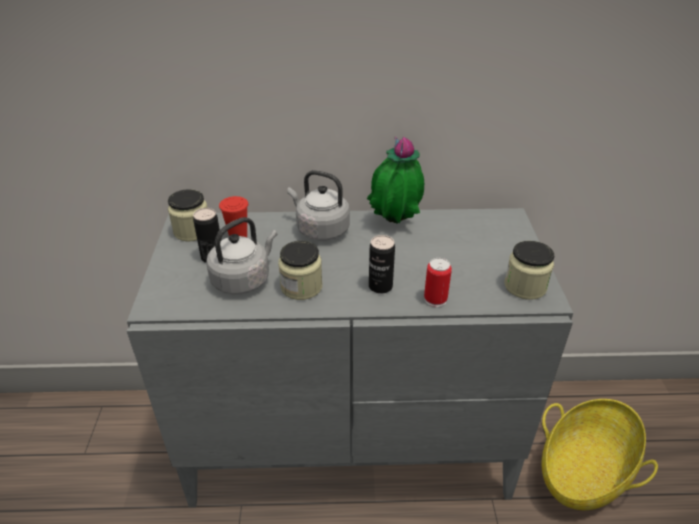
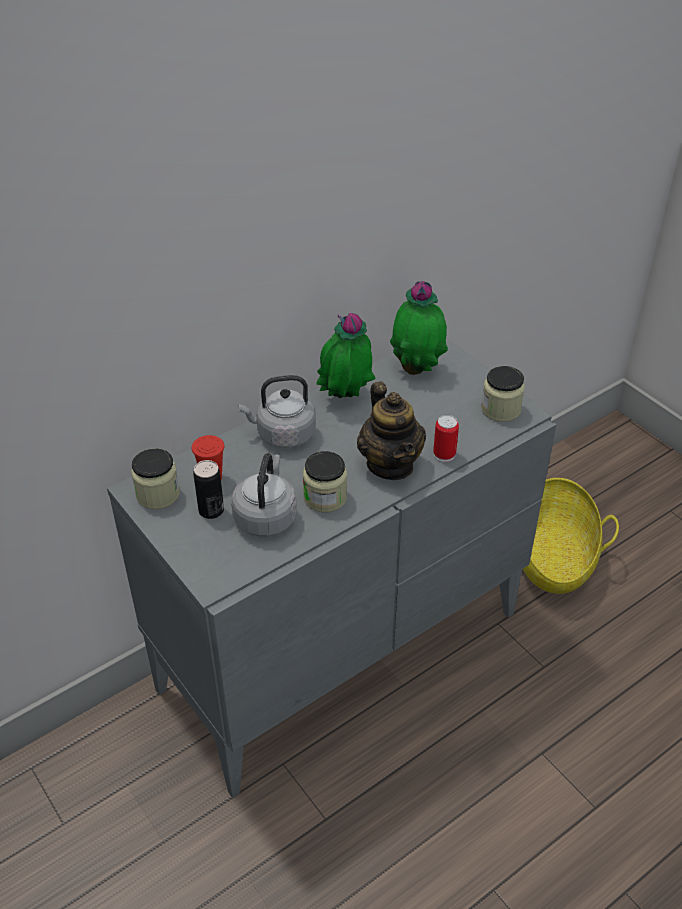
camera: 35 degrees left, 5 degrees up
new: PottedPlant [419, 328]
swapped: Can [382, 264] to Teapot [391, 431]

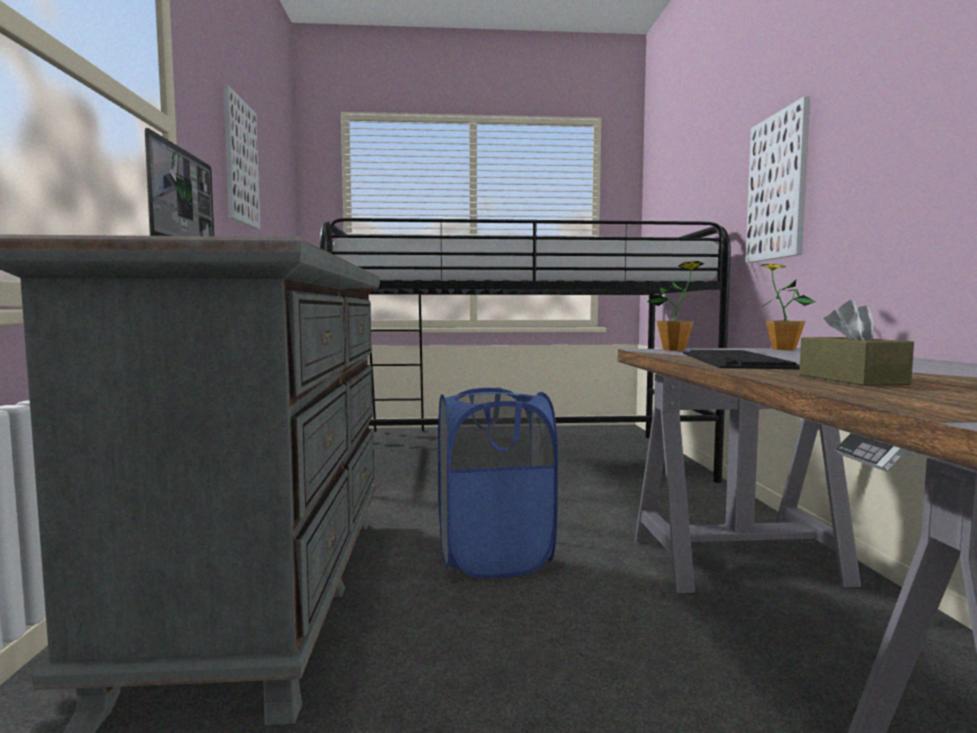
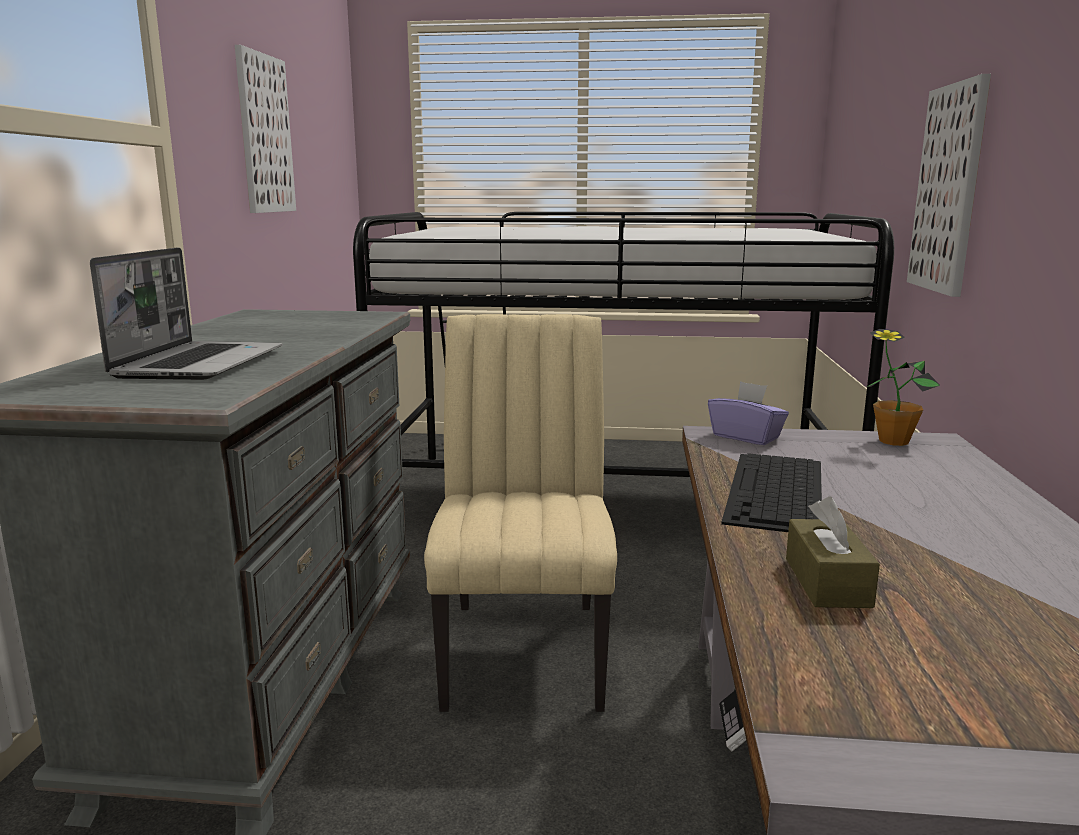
camera: 10 degrees right, 10 degrees up
swapped: BlueLaundryBasket [498, 483] to BeigeChair [520, 513]; PottedPlant [675, 306] to PurpleTissueBox [748, 413]

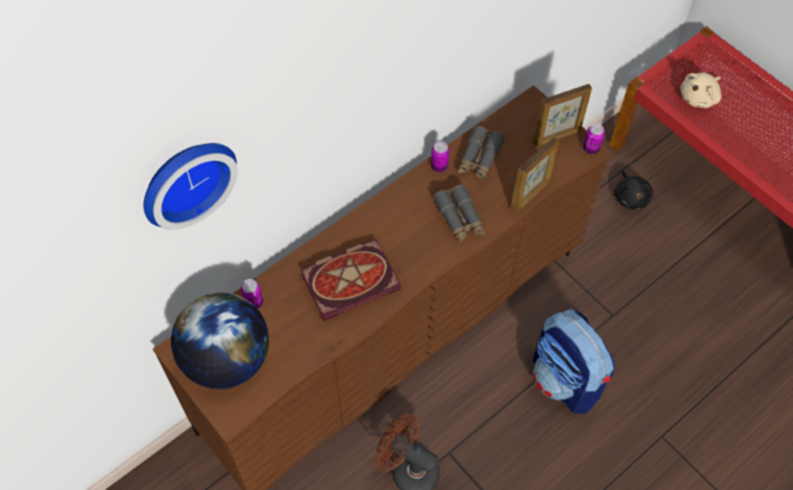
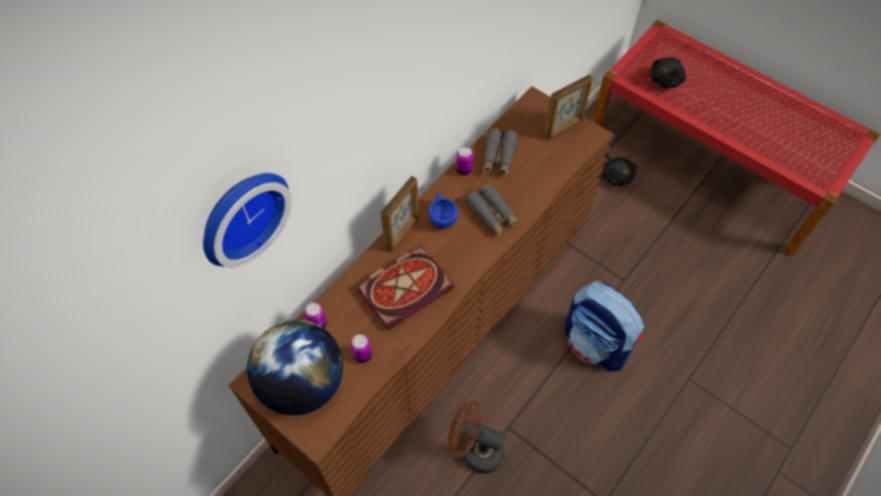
camera: 10 degrees left, 0 degrees up
new: BlueCup [443, 210]
shifted: PictureFrame [534, 175] to [400, 214]; Can [594, 138] to [361, 348]
repainted: BeigePlushToy [700, 90] to BlackPlushToy [668, 72]

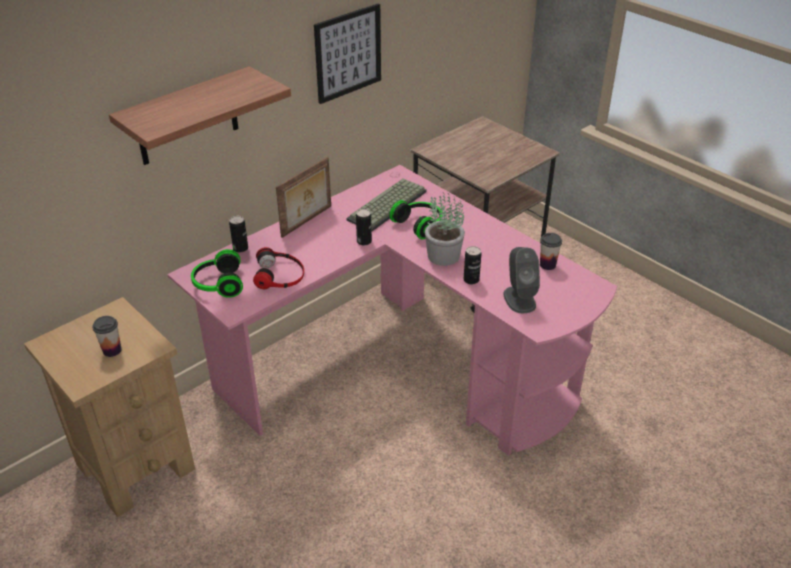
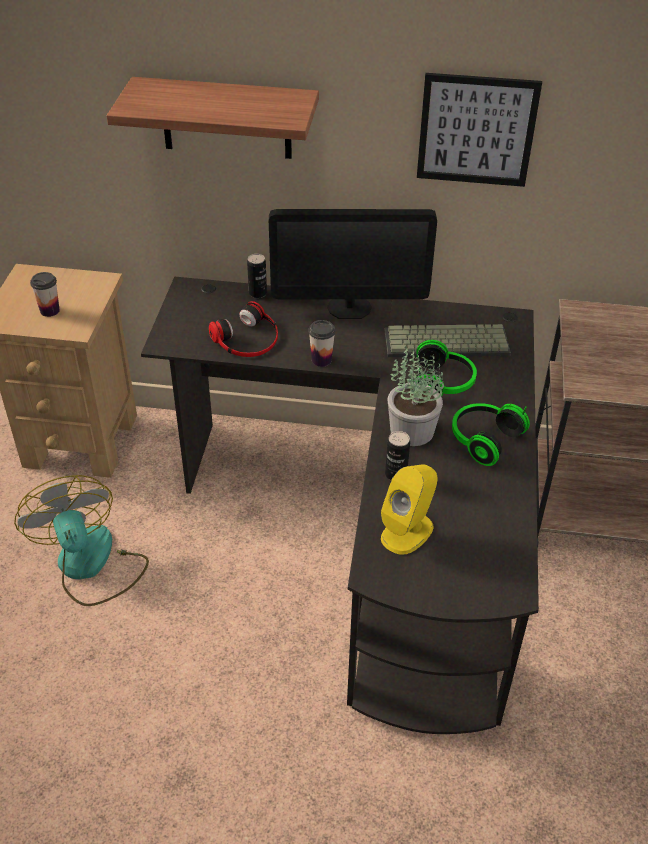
camera: 50 degrees right, 5 degrees up
gone: Can [364, 227]
new: Fan [81, 540]
shifted: Headphones [217, 272] to [491, 434]; Cup [551, 251] to [322, 343]
swapped: PictureFrame [303, 197] to Monitor [353, 264]
repainted: PinkDesk [392, 310] to BlackDesk [340, 505]; GreySpeaker [521, 280] to YellowSpeaker [409, 509]

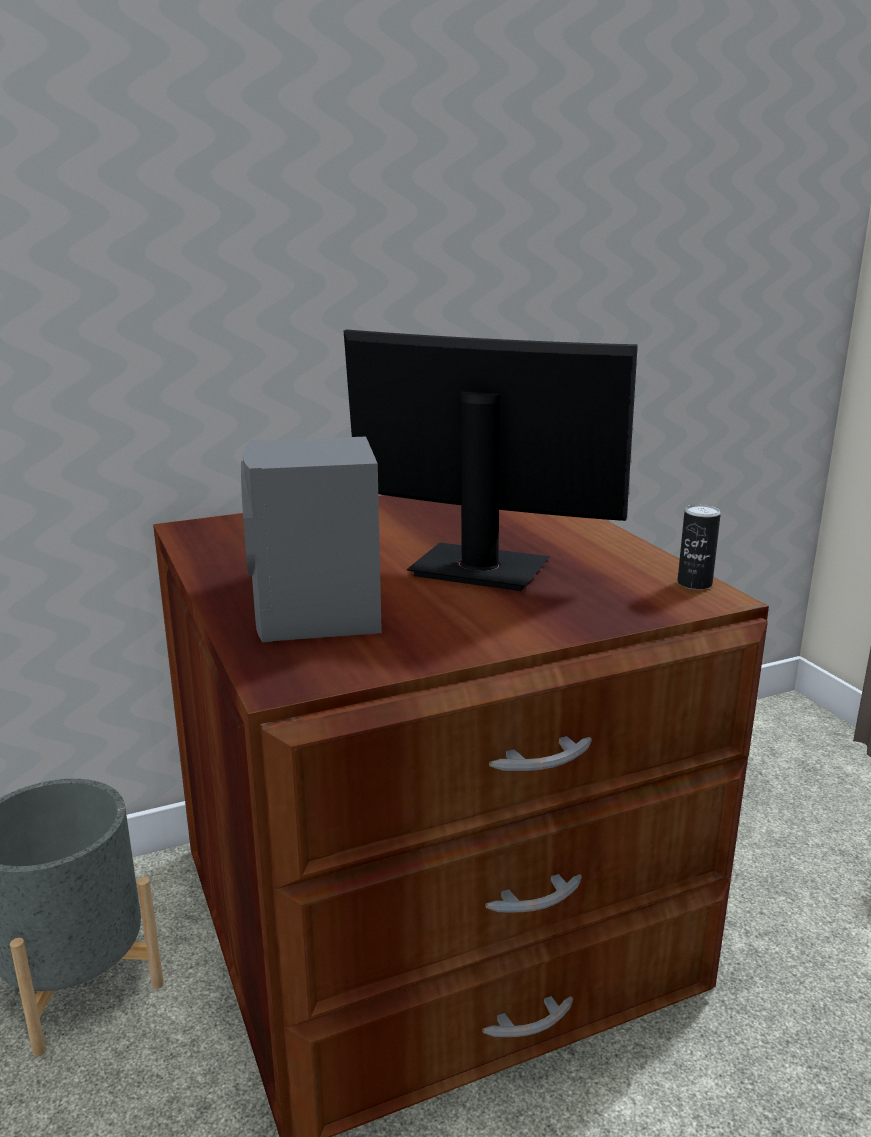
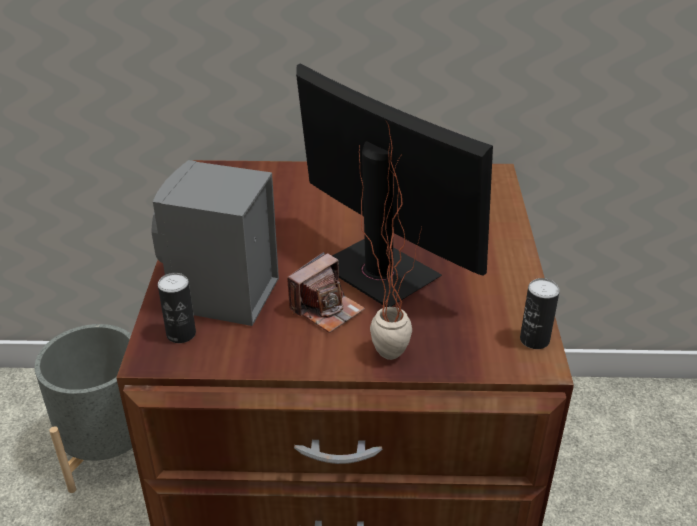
camera: 25 degrees right, 15 degrees up
new: Can [177, 308]; PhotoCamera [326, 292]; PottedPlant [390, 240]

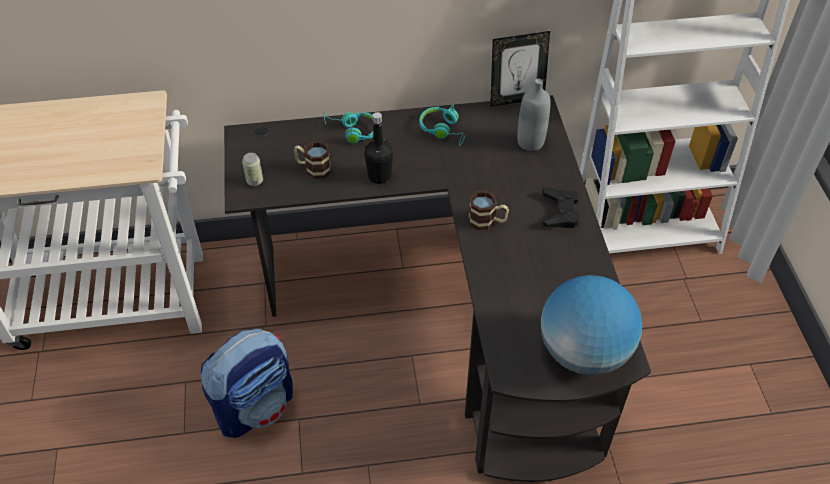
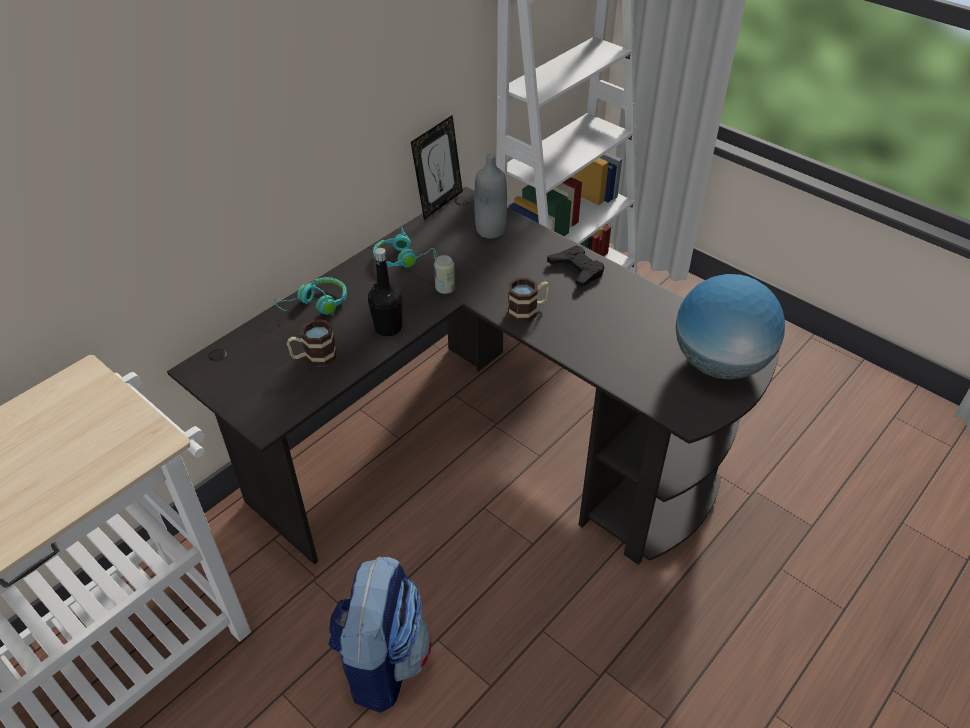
camera: 40 degrees left, 5 degrees down
shifted: Can [252, 169] to [444, 274]

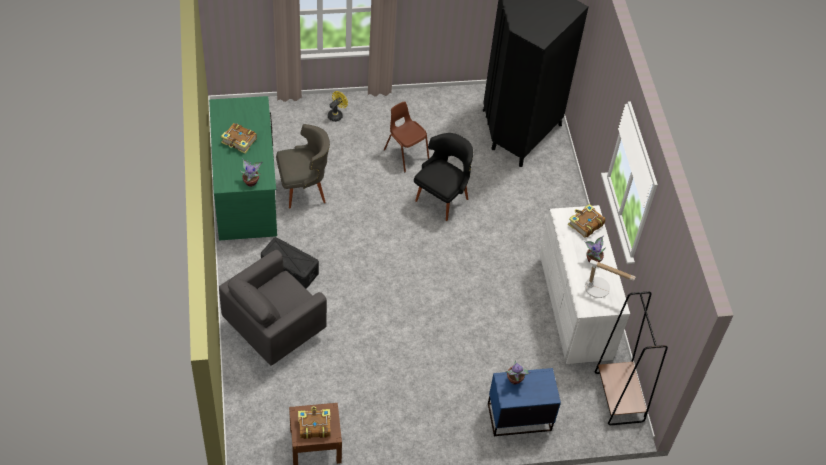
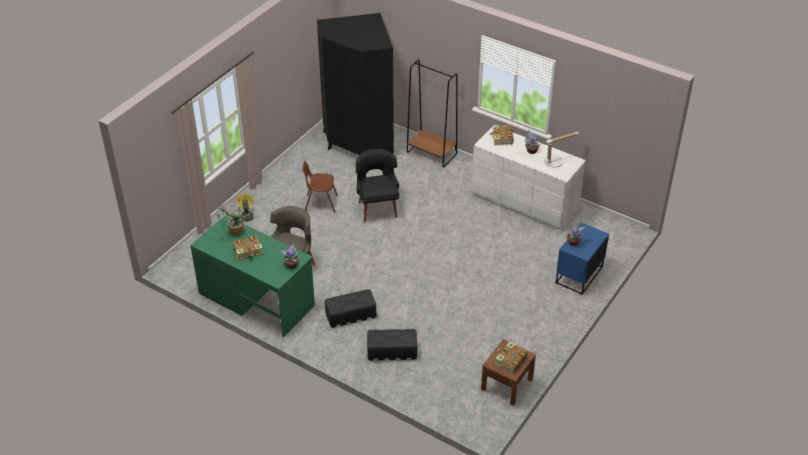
camera: 45 degrees left, 10 degrees down
new: PottedPlant [233, 217]
shifted: ClothesRack [631, 358] to [432, 113]
swapped: GreyArmchair [273, 308] to BlackStorageBox [392, 345]

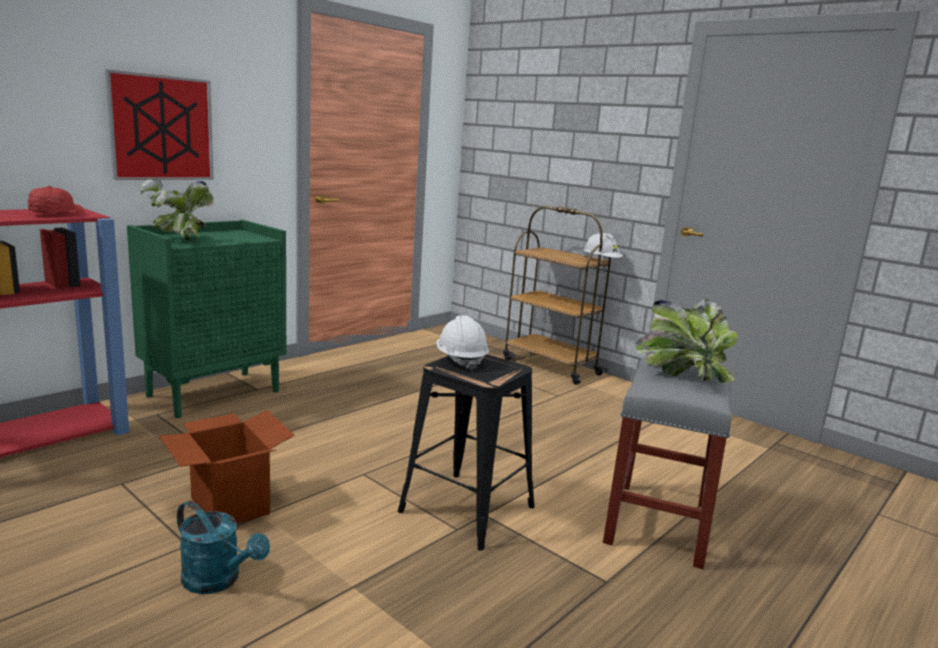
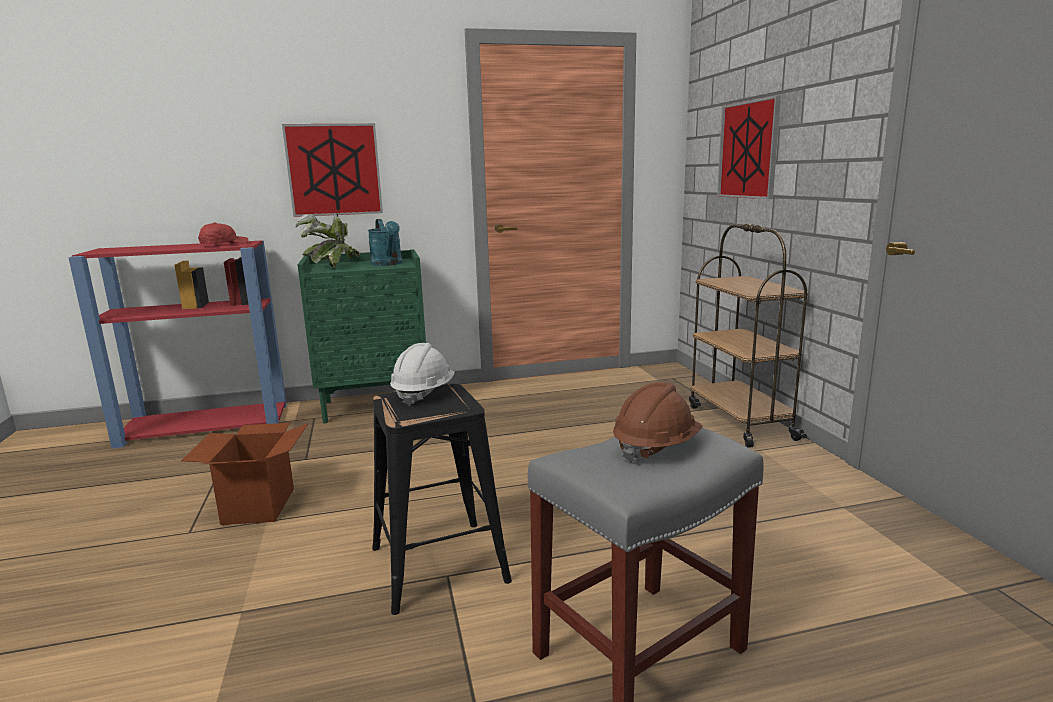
camera: 35 degrees right, 0 degrees up
gone: WhiteHardHat [603, 245]
new: Picture [749, 147]
shifted: TurquoiseWateringCan [223, 547] to [385, 242]
swapped: PottedPlant [687, 341] to BrownHardHat [658, 422]

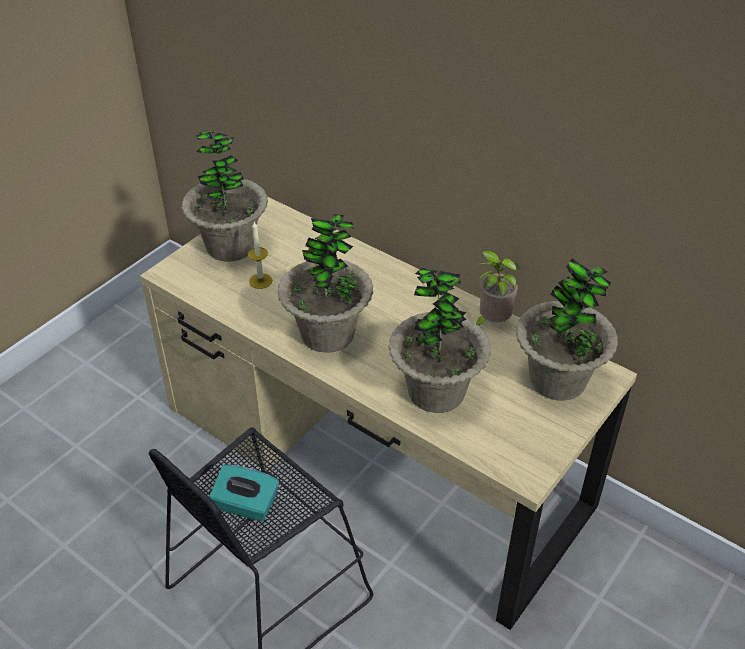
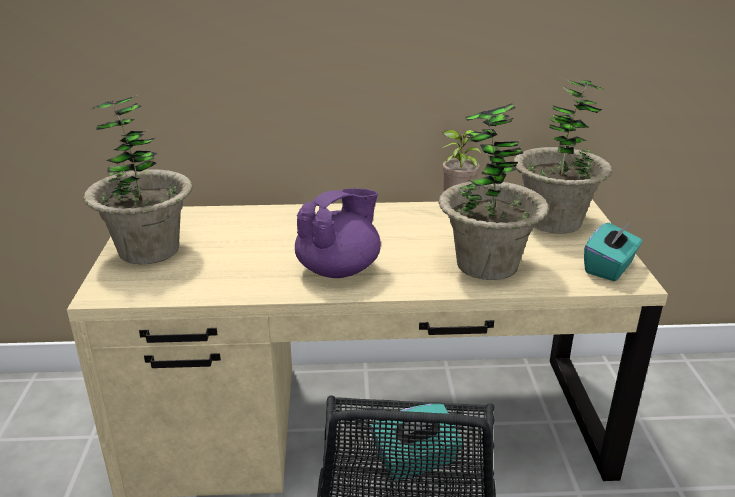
camera: 40 degrees left, 15 degrees down
gone: Candle [260, 255]
new: TurquoiseTissueBox [613, 251]
swapped: PottedPlant [325, 283] to PurpleTeapot [338, 233]

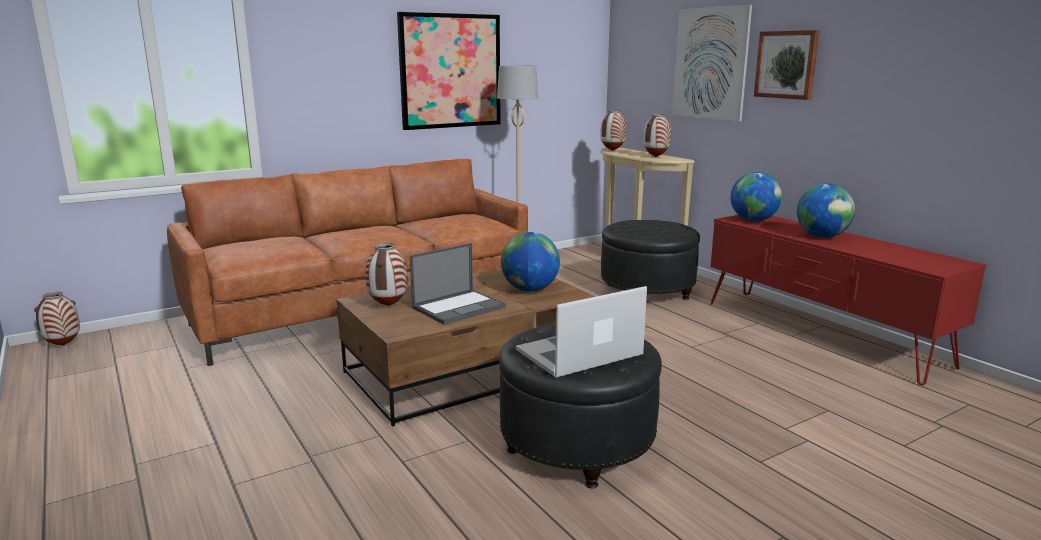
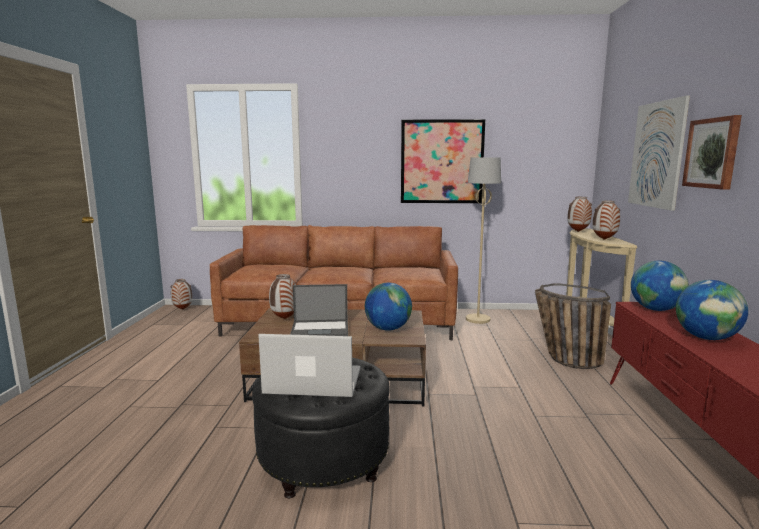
camera: 35 degrees right, 5 degrees down
swapped: BlackOttoman [650, 260] to Basket [573, 326]

